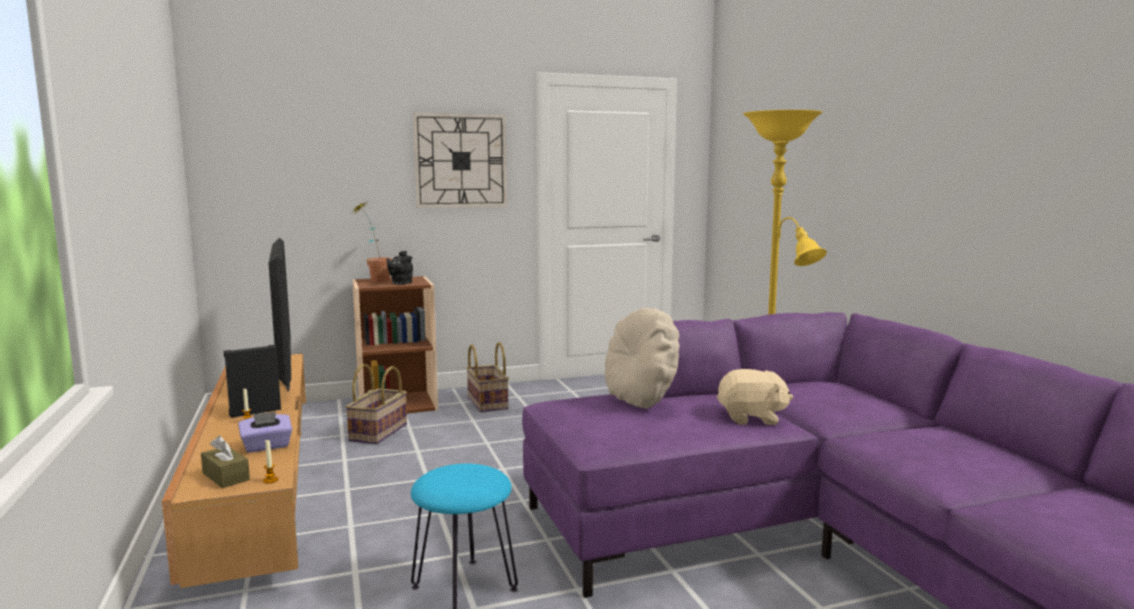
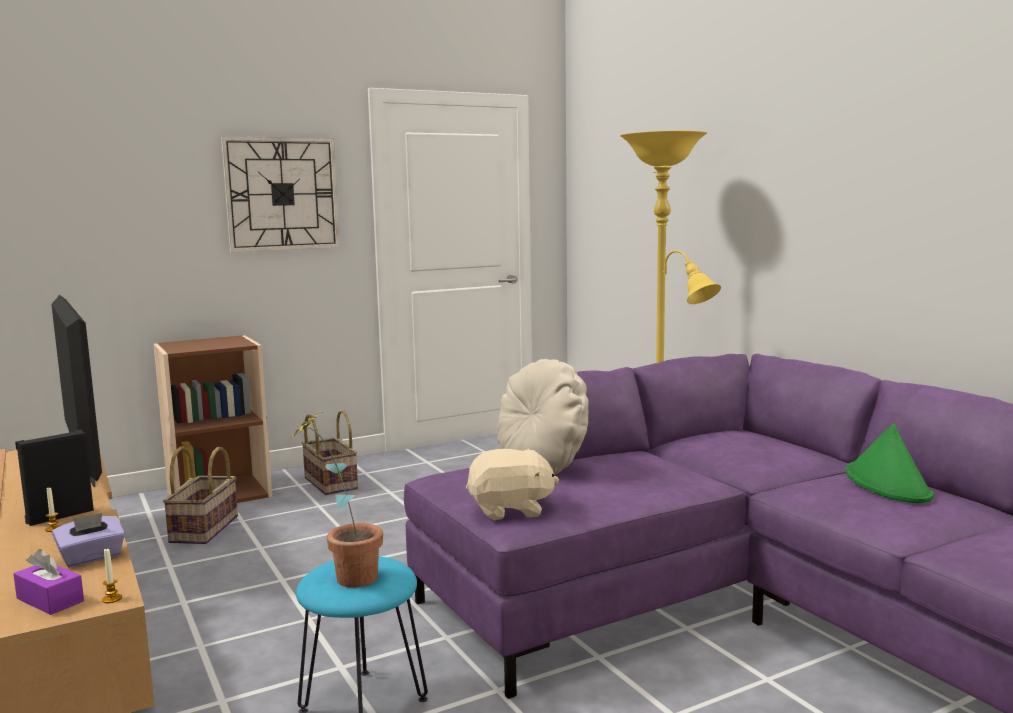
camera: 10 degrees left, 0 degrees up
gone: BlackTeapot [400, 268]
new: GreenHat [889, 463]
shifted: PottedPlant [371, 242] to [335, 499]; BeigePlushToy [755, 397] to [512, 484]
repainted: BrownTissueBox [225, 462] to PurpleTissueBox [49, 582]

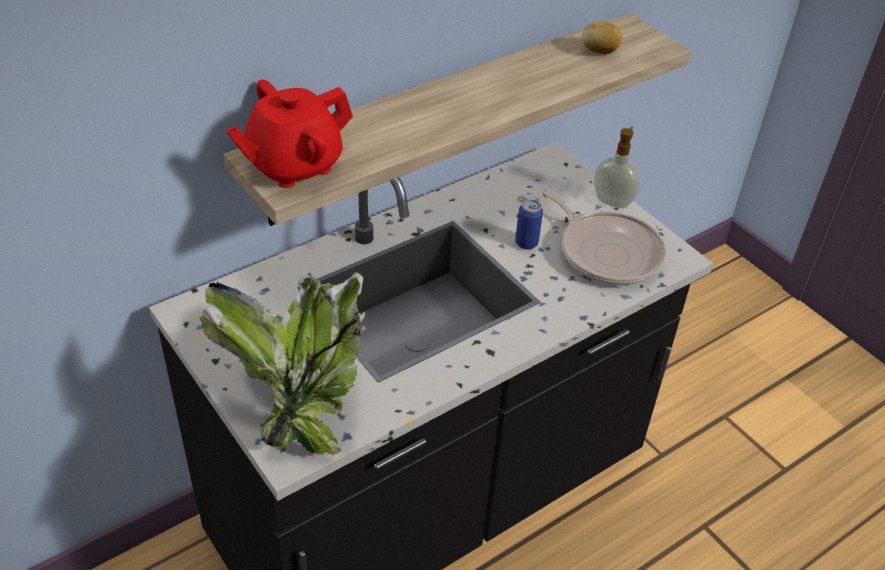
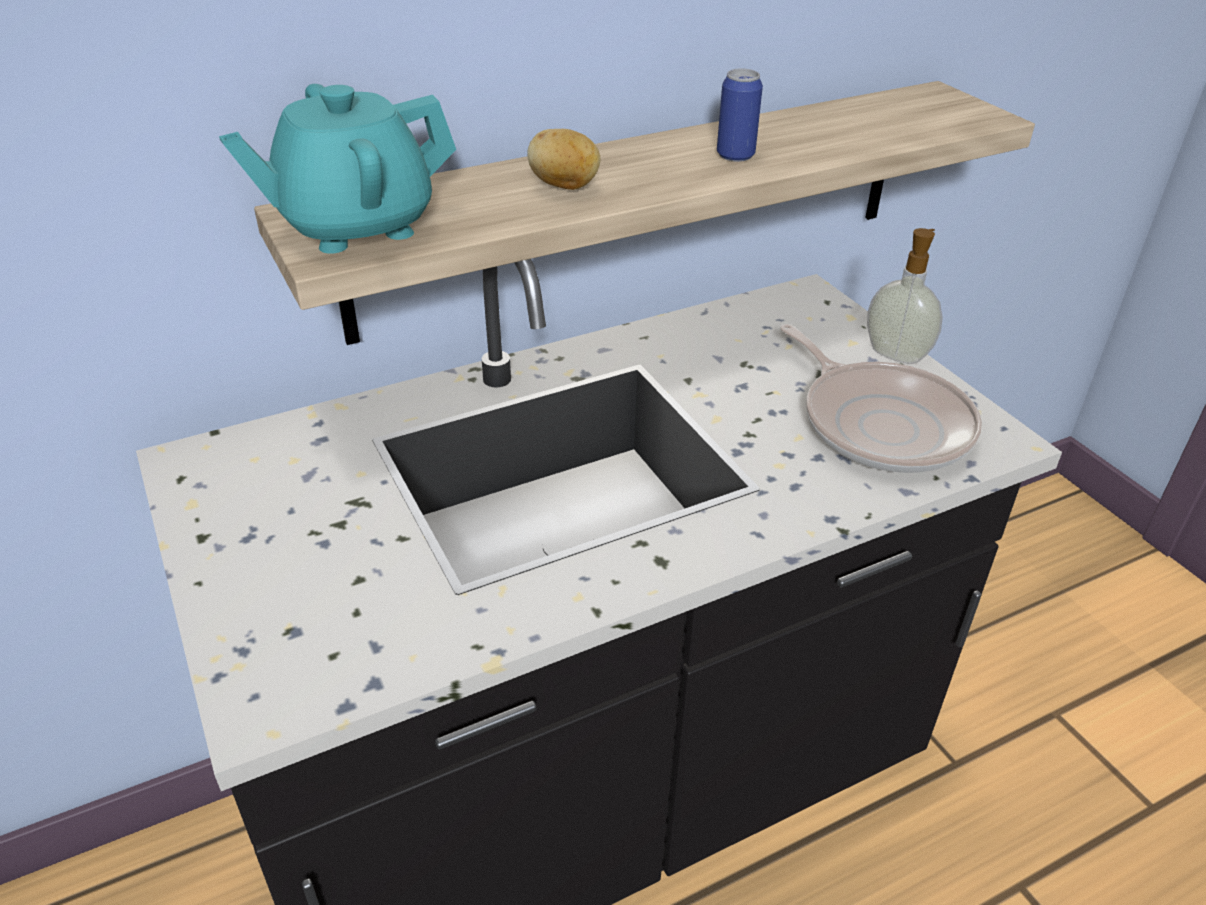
camera: 10 degrees right, 5 degrees down
gone: PottedPlant [284, 363]
shifted: Can [529, 224] to [740, 115]; Potato [602, 38] to [563, 159]
repainted: RedTeapot [289, 134] to TurquoiseTeapot [337, 169]

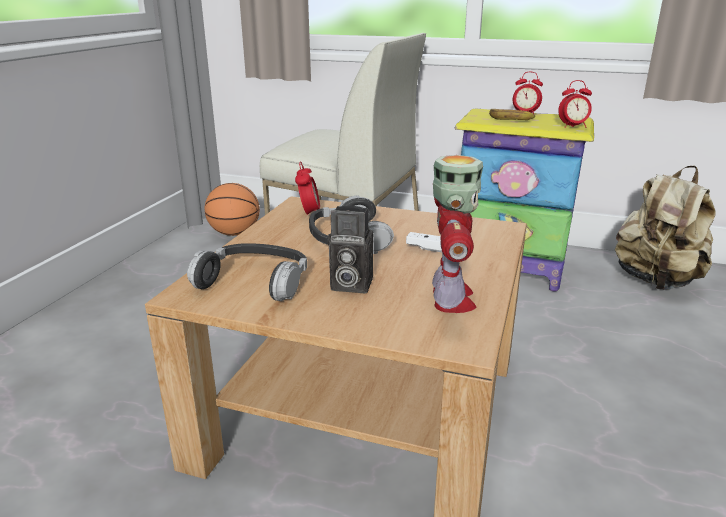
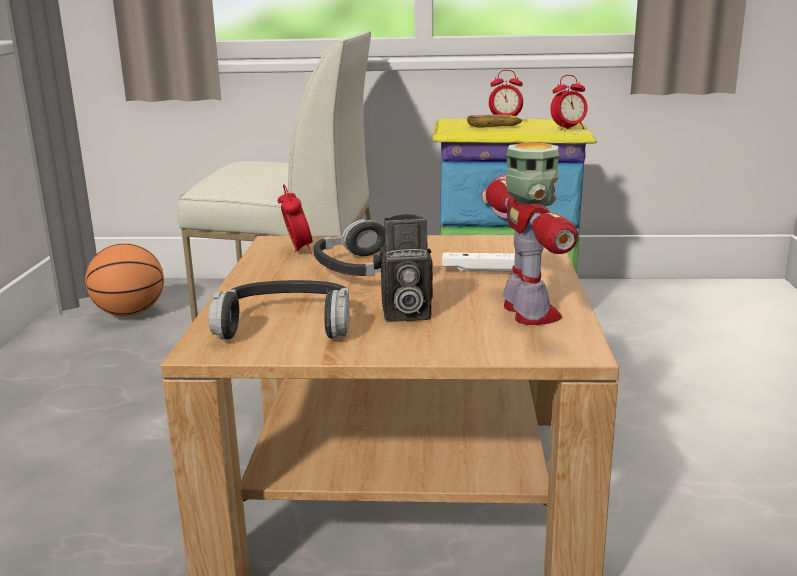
camera: 15 degrees left, 5 degrees down
gone: BeigeBackpack [665, 227]

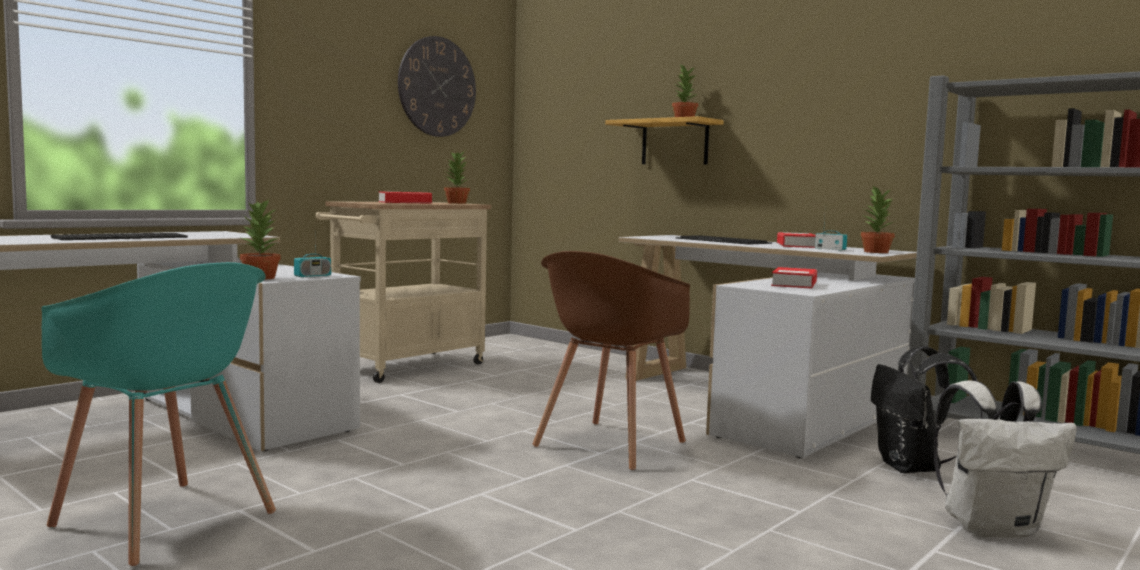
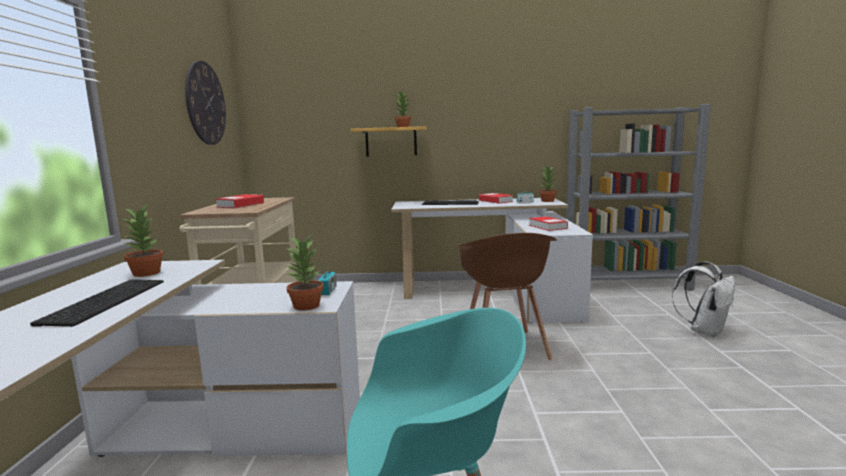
camera: 40 degrees left, 5 degrees up
gone: BlackBackpack [926, 409]
shifted: PottedPlant [457, 177] to [141, 240]

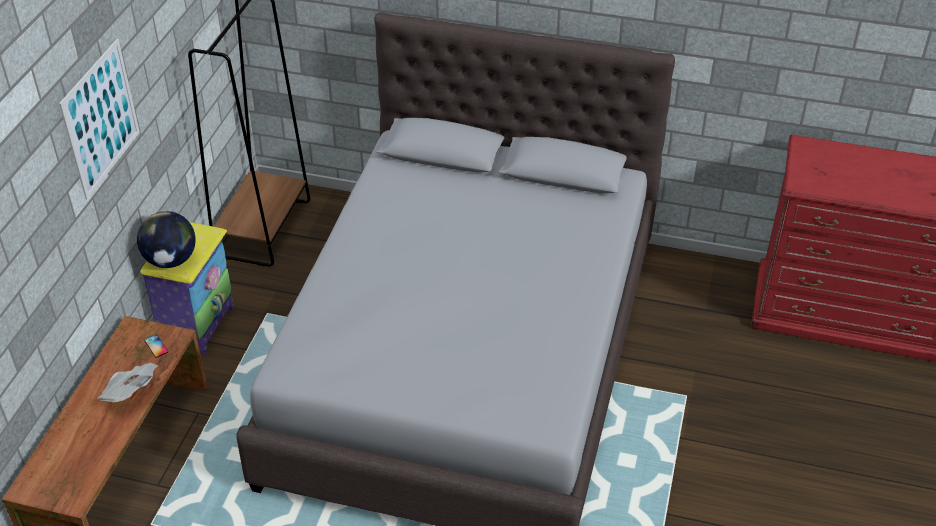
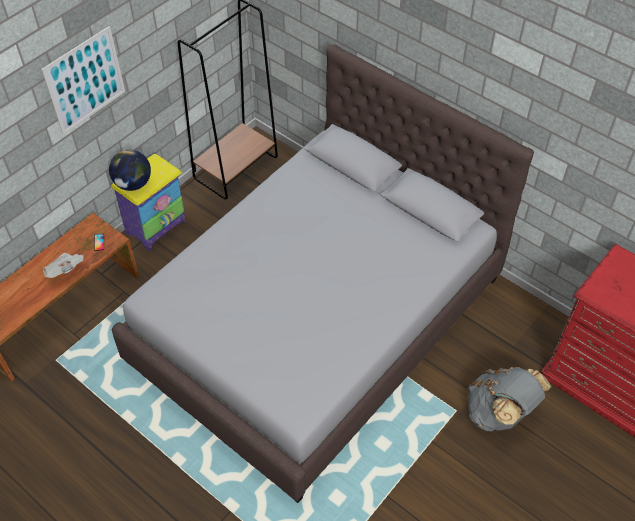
camera: 25 degrees right, 10 degrees up
new: GreyBackpack [509, 399]

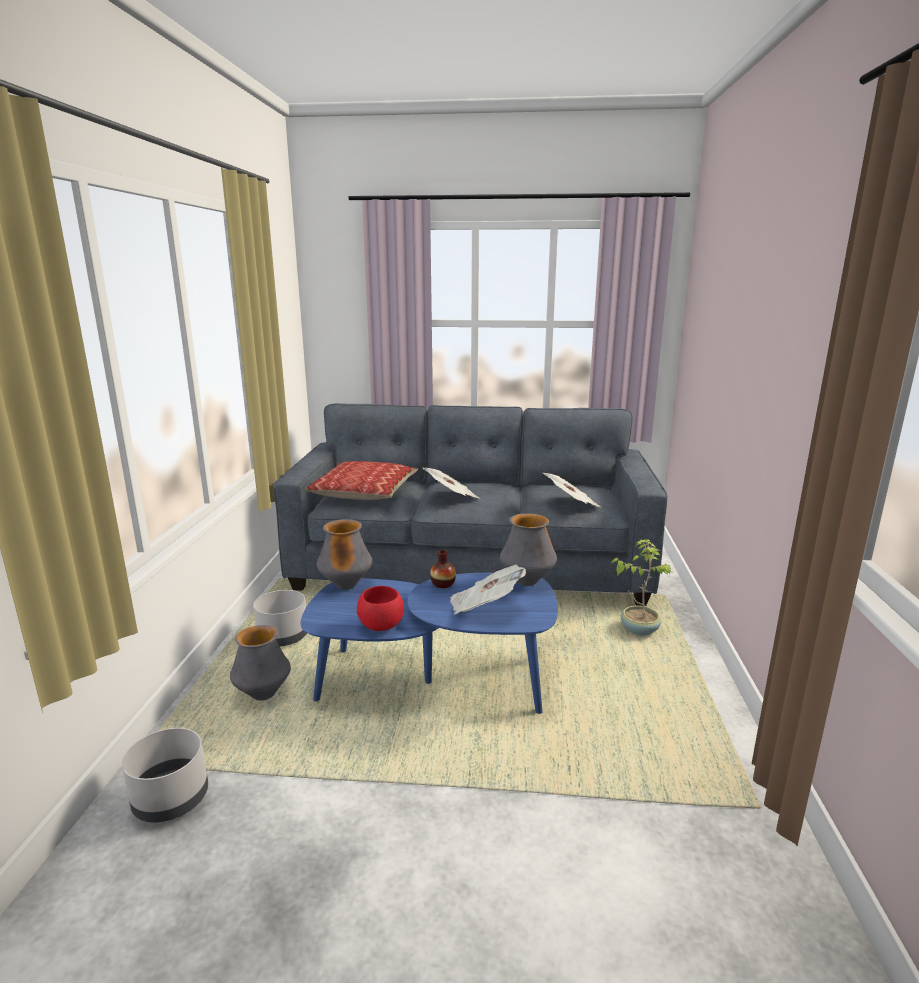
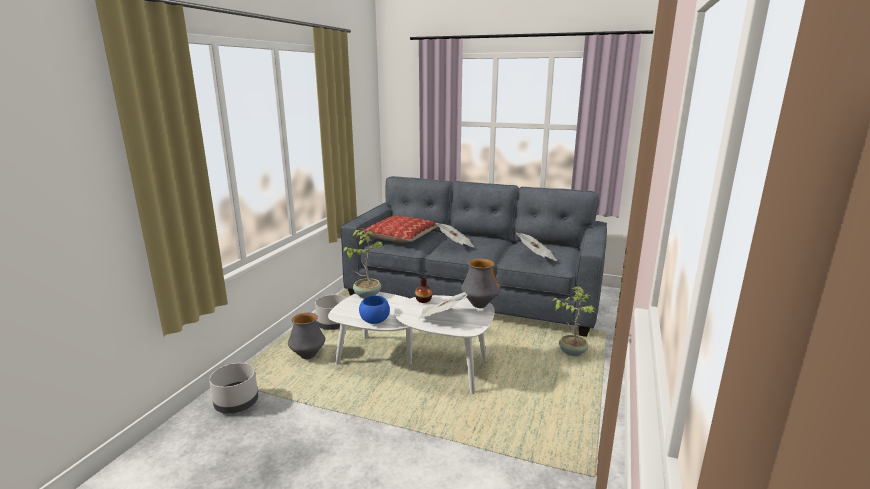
camera: 15 degrees right, 0 degrees up
swapped: Vase [344, 554] to PottedPlant [363, 263]
repainted: BlueCoffeeTable [429, 643] to WhiteCoffeeTable [411, 343]; RedBowl [380, 608] to BlueBowl [374, 309]

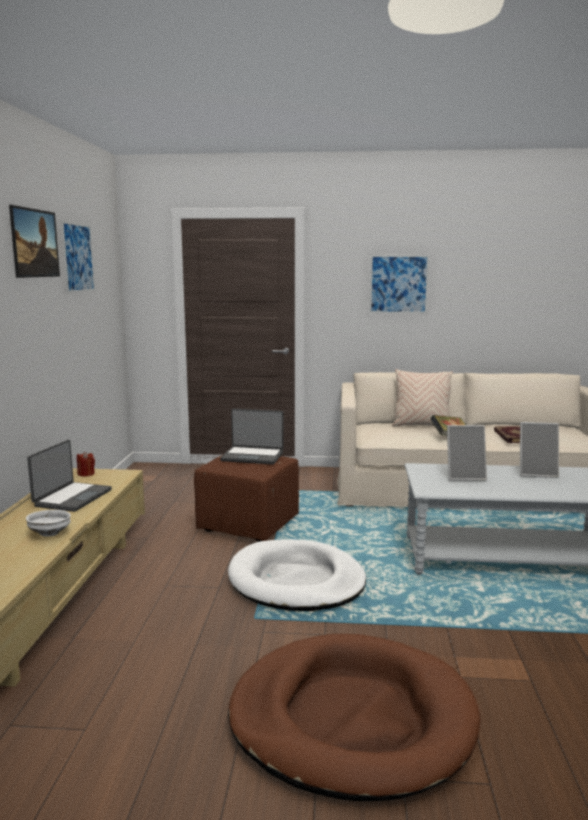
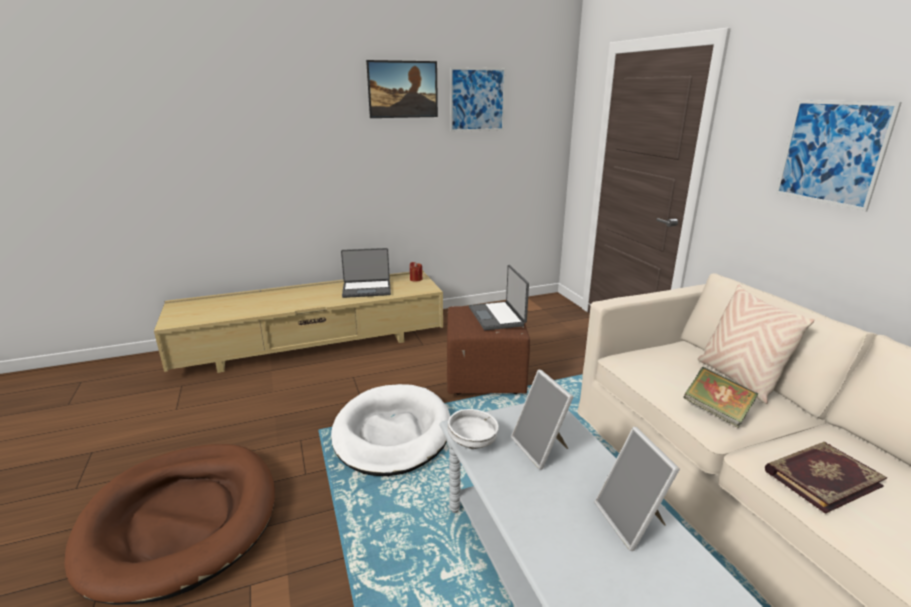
camera: 65 degrees right, 10 degrees up
shifted: WhiteBowl [48, 523] to [473, 429]

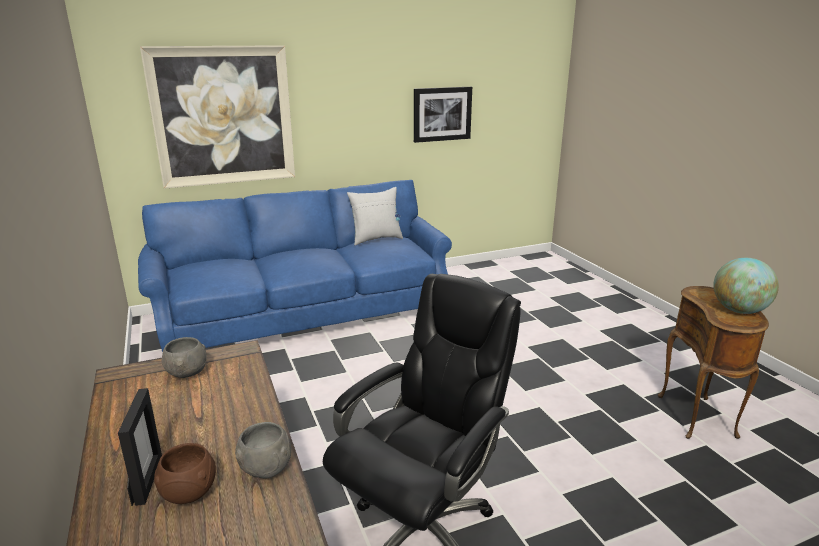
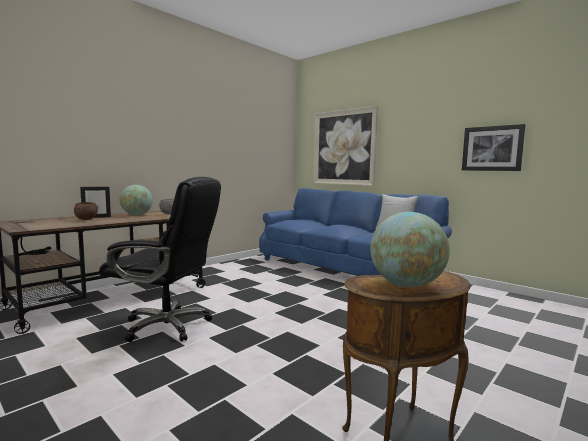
camera: 65 degrees right, 15 degrees down
gone: GreyBowl [263, 450]
new: Globe [136, 200]

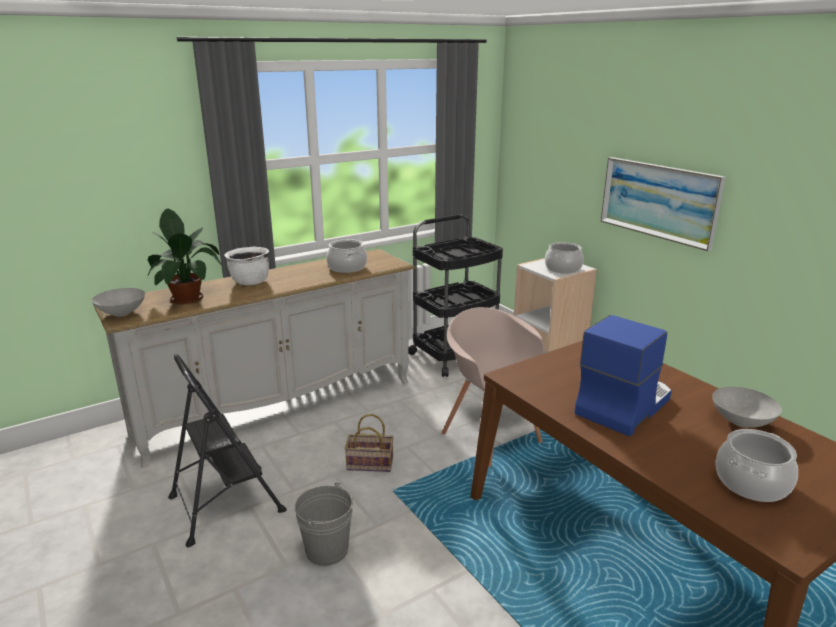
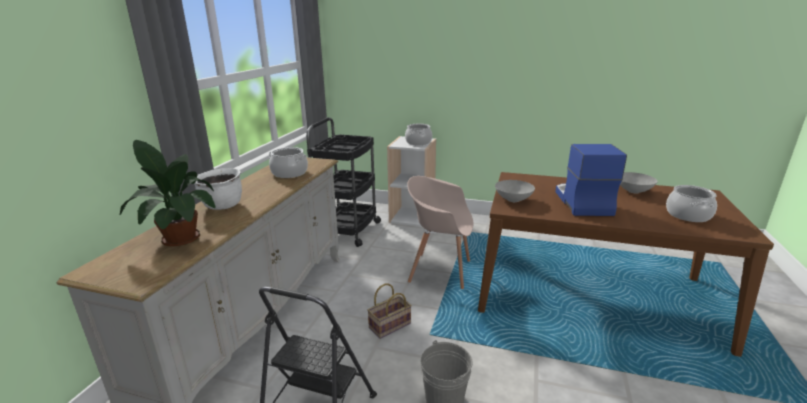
camera: 40 degrees left, 0 degrees up
gone: Picture [663, 204]
shifted: GreyBowl [118, 302] to [515, 191]

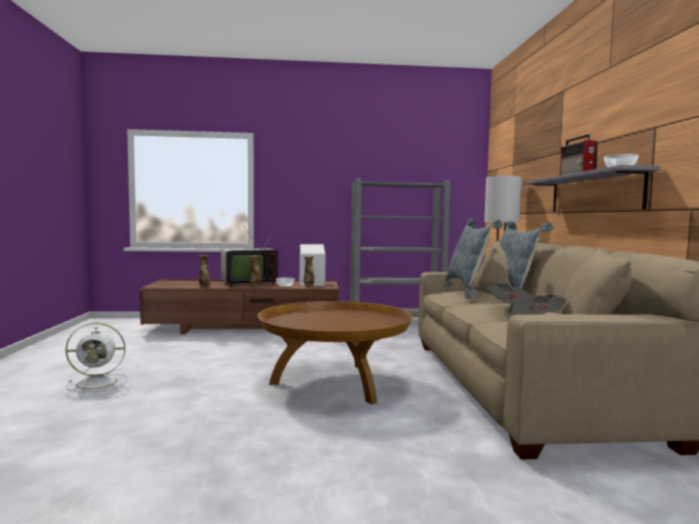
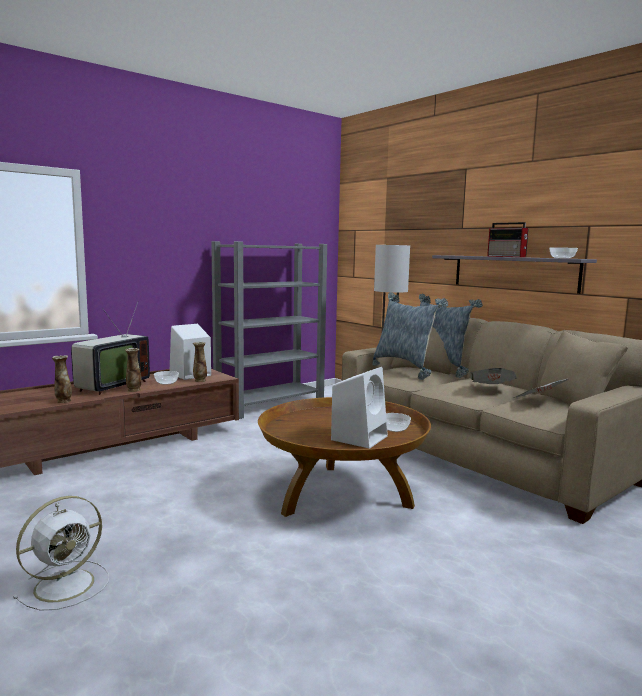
camera: 35 degrees left, 5 degrees up
new: WhiteSpeaker [359, 408]; Bowl [398, 422]

